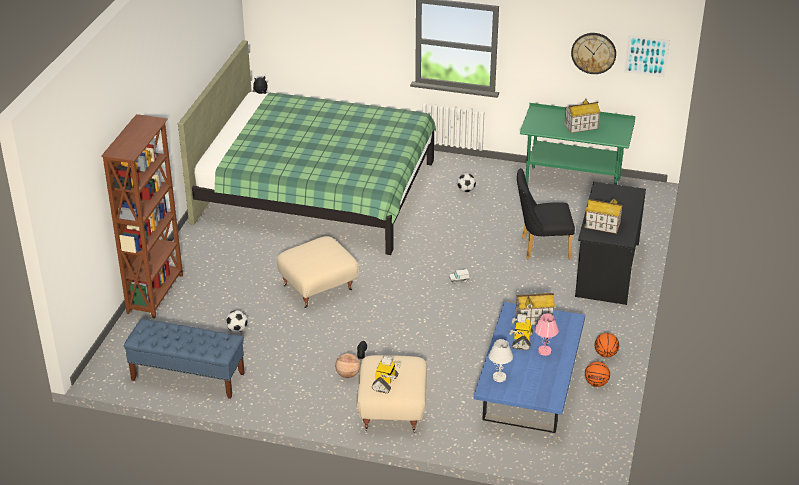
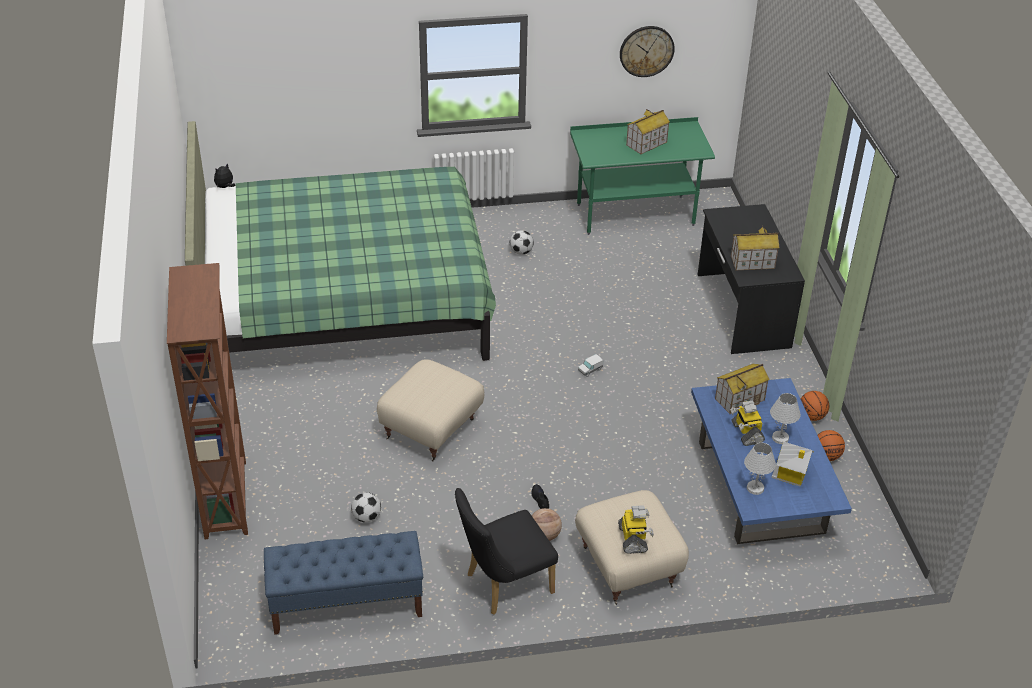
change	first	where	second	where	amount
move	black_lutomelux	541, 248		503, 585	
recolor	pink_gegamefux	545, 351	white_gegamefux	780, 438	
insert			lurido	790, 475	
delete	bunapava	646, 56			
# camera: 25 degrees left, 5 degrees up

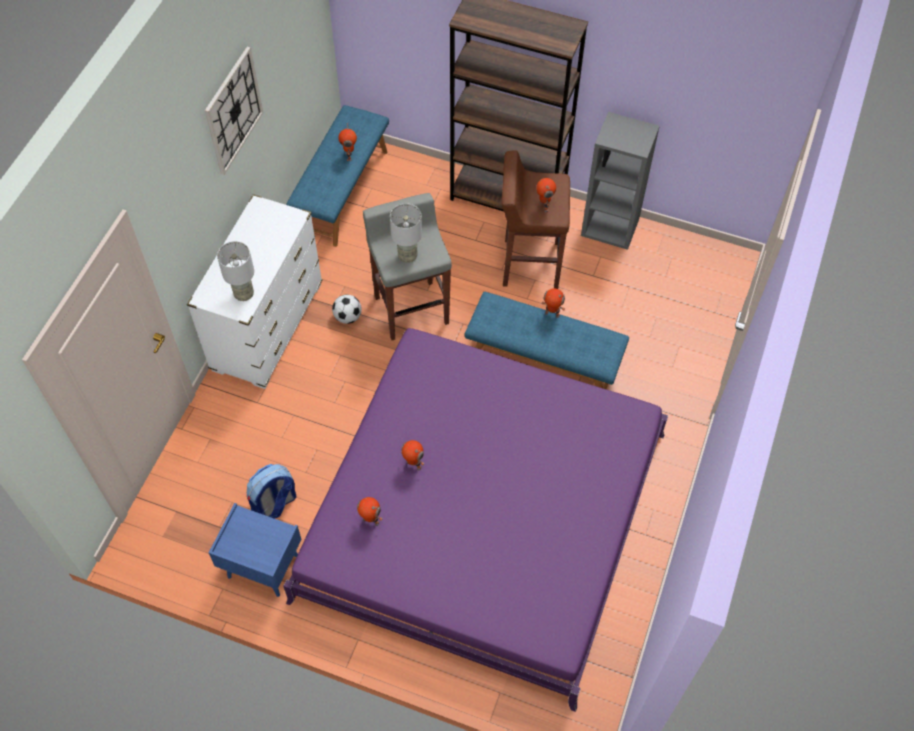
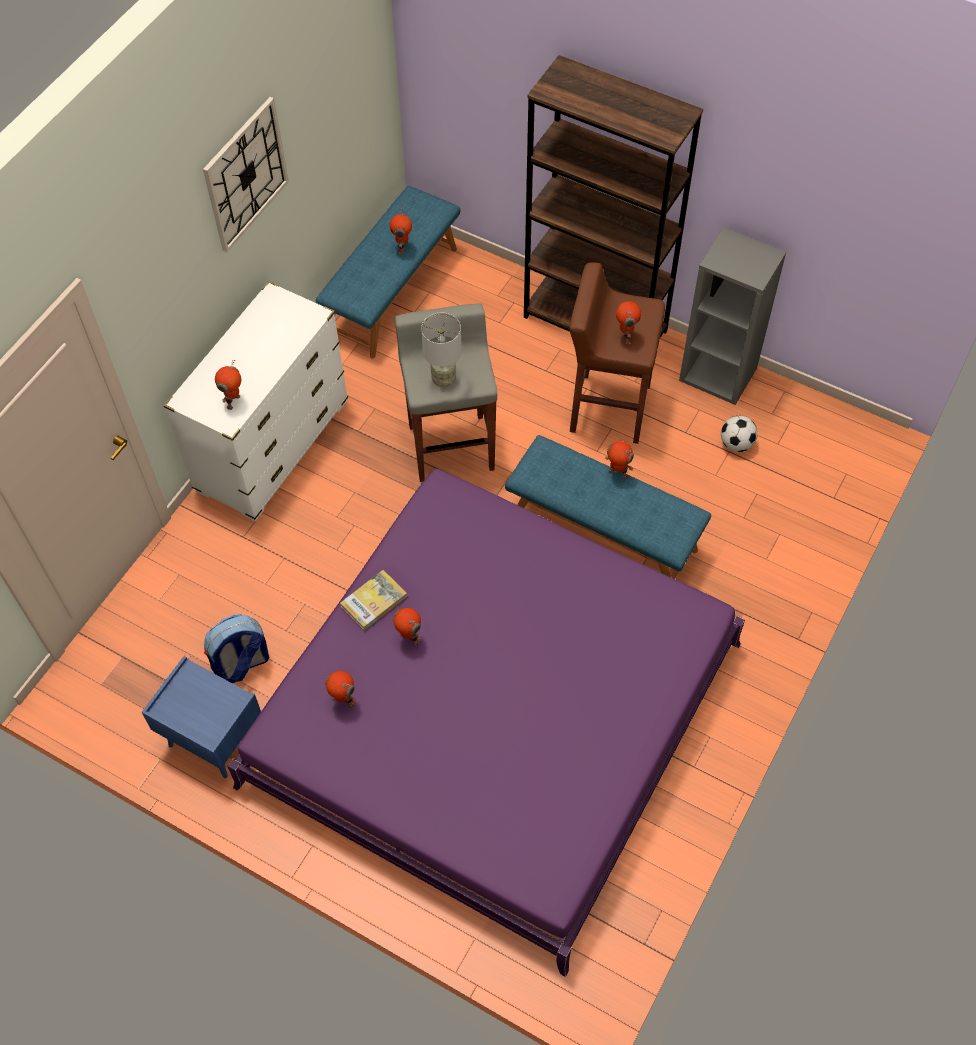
change	first	where	second	where	amount
replace	grey_gegamefux	244, 294	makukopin	234, 402	
insert			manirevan	374, 601	
move	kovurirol	348, 317		736, 444	
# camera: 10 degrees right, 0 degrees up

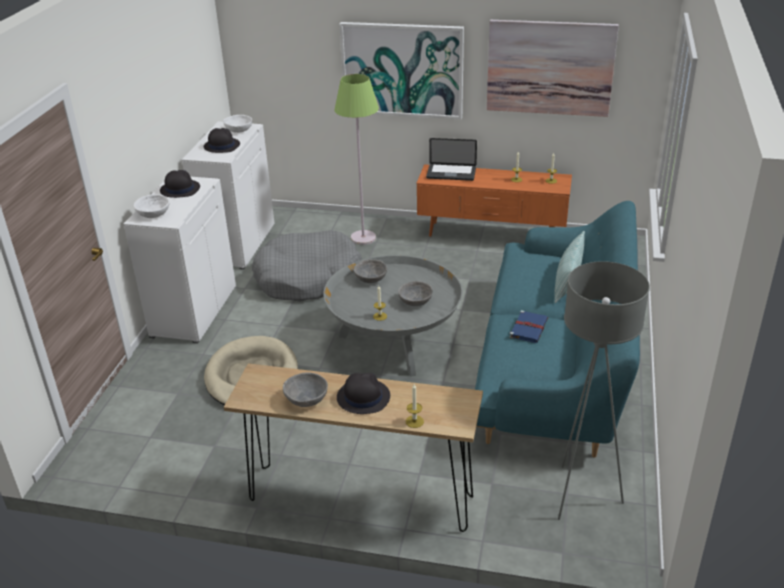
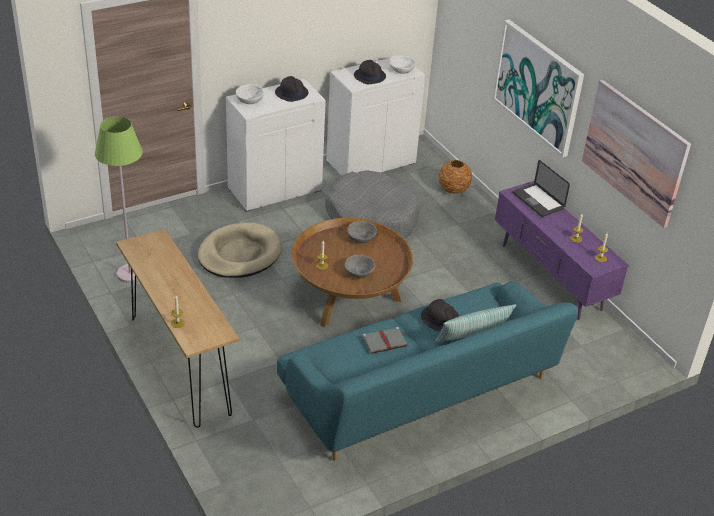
change	first	where	second	where	amount
move	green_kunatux	363, 238		130, 274	
recolor	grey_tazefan	394, 342	brown_tazefan	349, 297	
recolor	blue_manirevan	529, 328	grey_manirevan	385, 342	
move	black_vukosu	363, 397		440, 317	
insert			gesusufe	453, 189	
recolor	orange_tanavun	492, 235	purple_tanavun	550, 277	
delete	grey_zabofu	306, 399			
delete	grey_kunatux	581, 495			
# camera: 45 degrees right, 5 degrees up

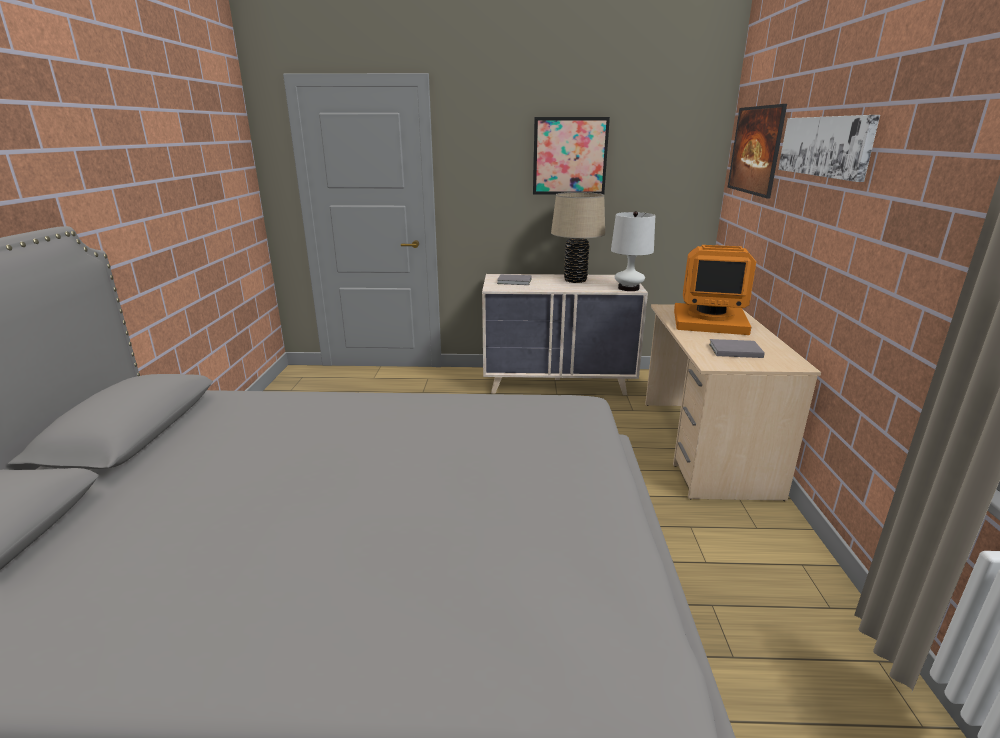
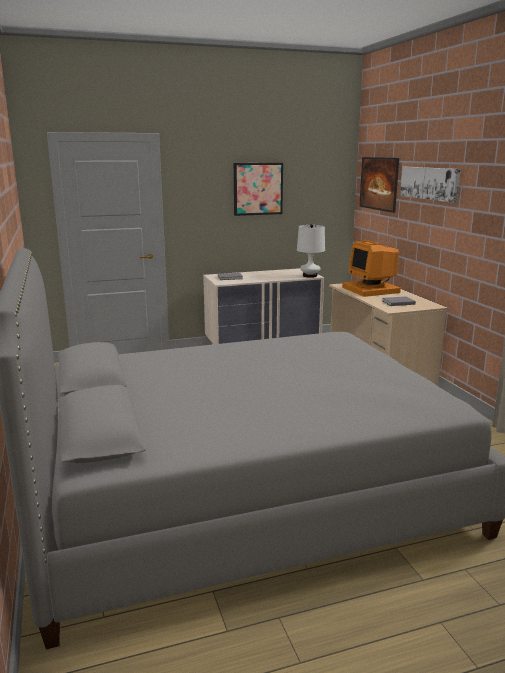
change	first	where	second	where	amount
rotate	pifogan	709, 321		371, 290	75 degrees clockwise
delete	beige_gegamefux	575, 280			
# camera: 20 degrees left, 5 degrees down

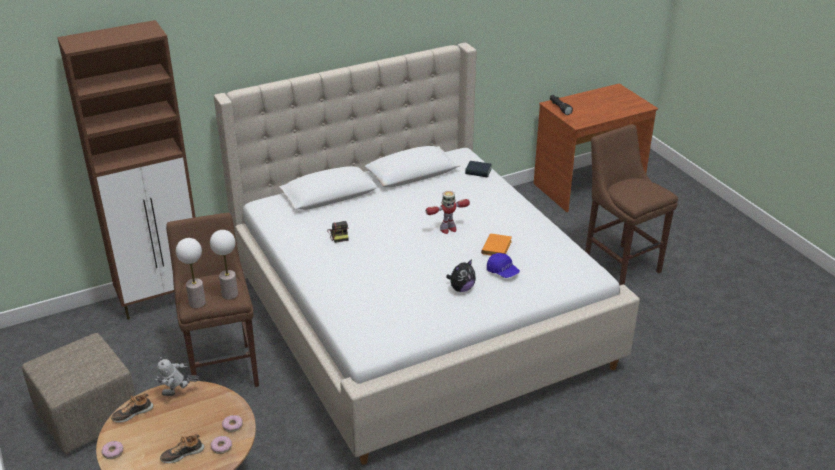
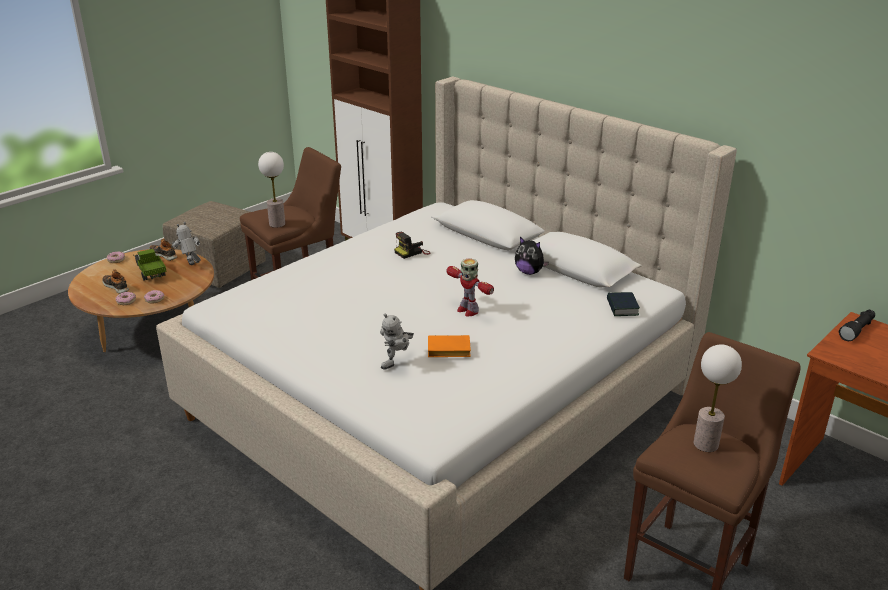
change	first	where	second	where	amount
insert			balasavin	150, 272	
replace	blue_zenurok	502, 272	makukopin	398, 363	
move	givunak	461, 288		529, 272	
move	gegamefux	197, 303		706, 444	
# camera: 70 degrees right, 5 degrees down

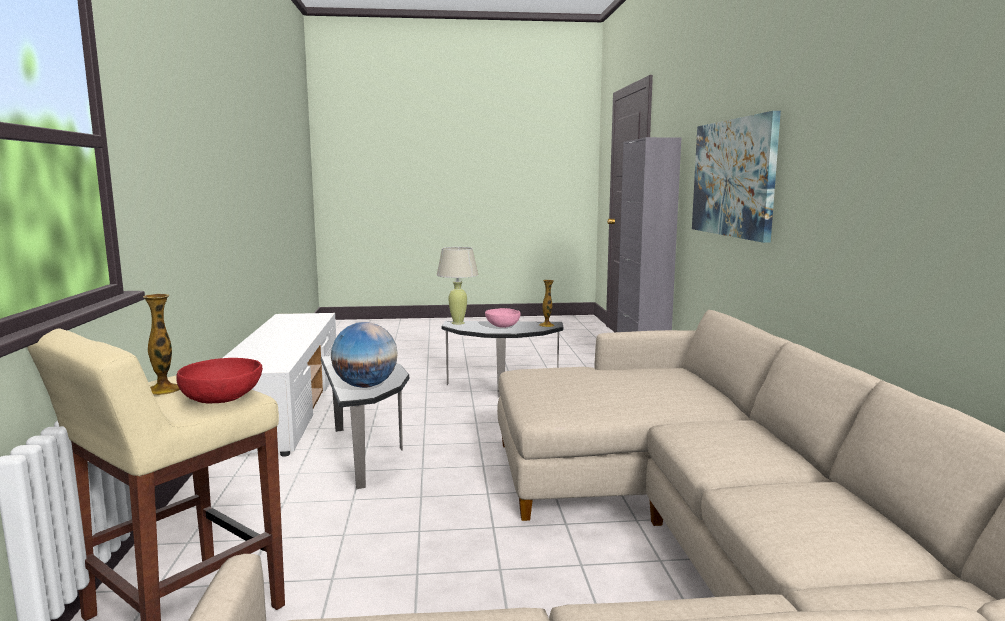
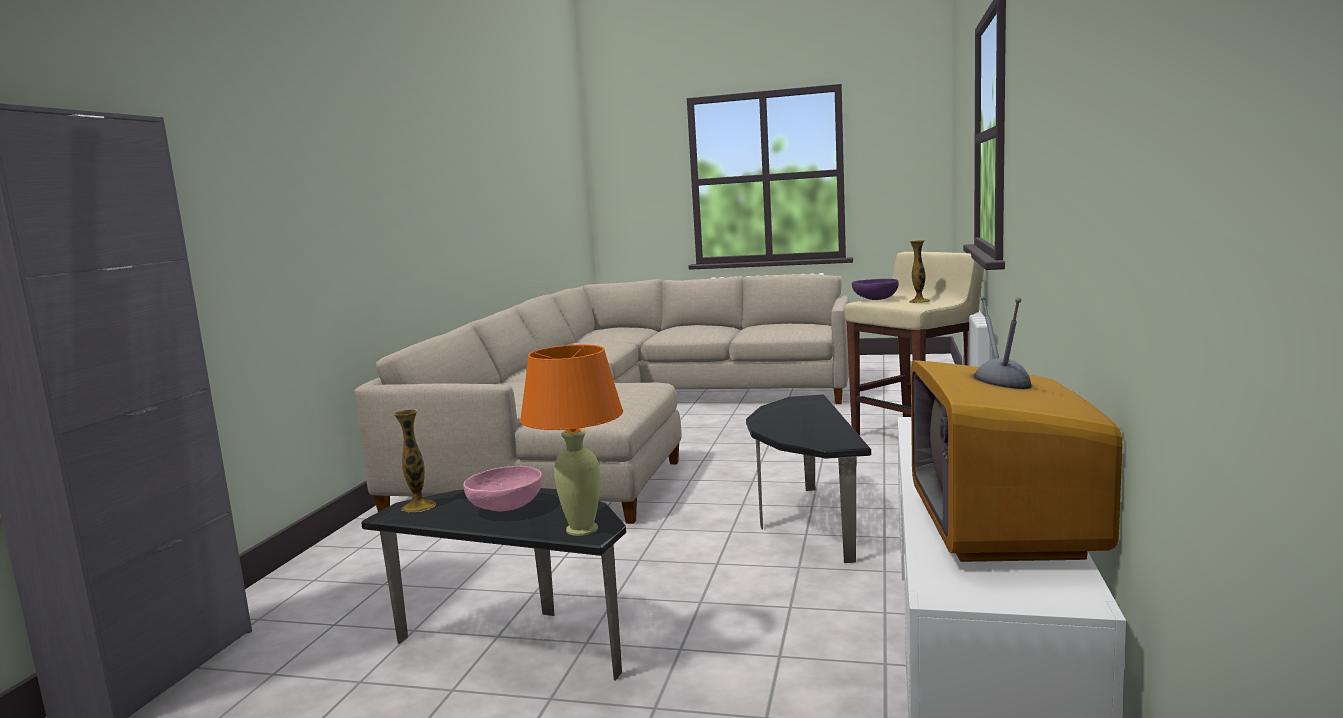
change	first	where	second	where	amount
recolor	beige_gegamefux	458, 323	orange_gegamefux	582, 529	
recolor	red_zabofu	223, 399	purple_zabofu	875, 300	
insert			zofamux	1001, 528	
delete	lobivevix	365, 386			
delete	bunapava	733, 178			
# camera: 160 degrees left, 0 degrees up

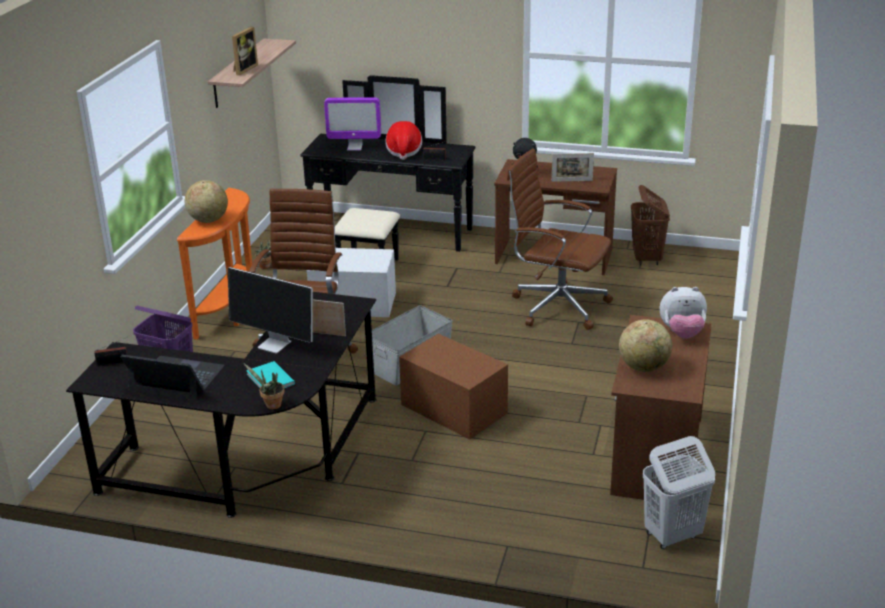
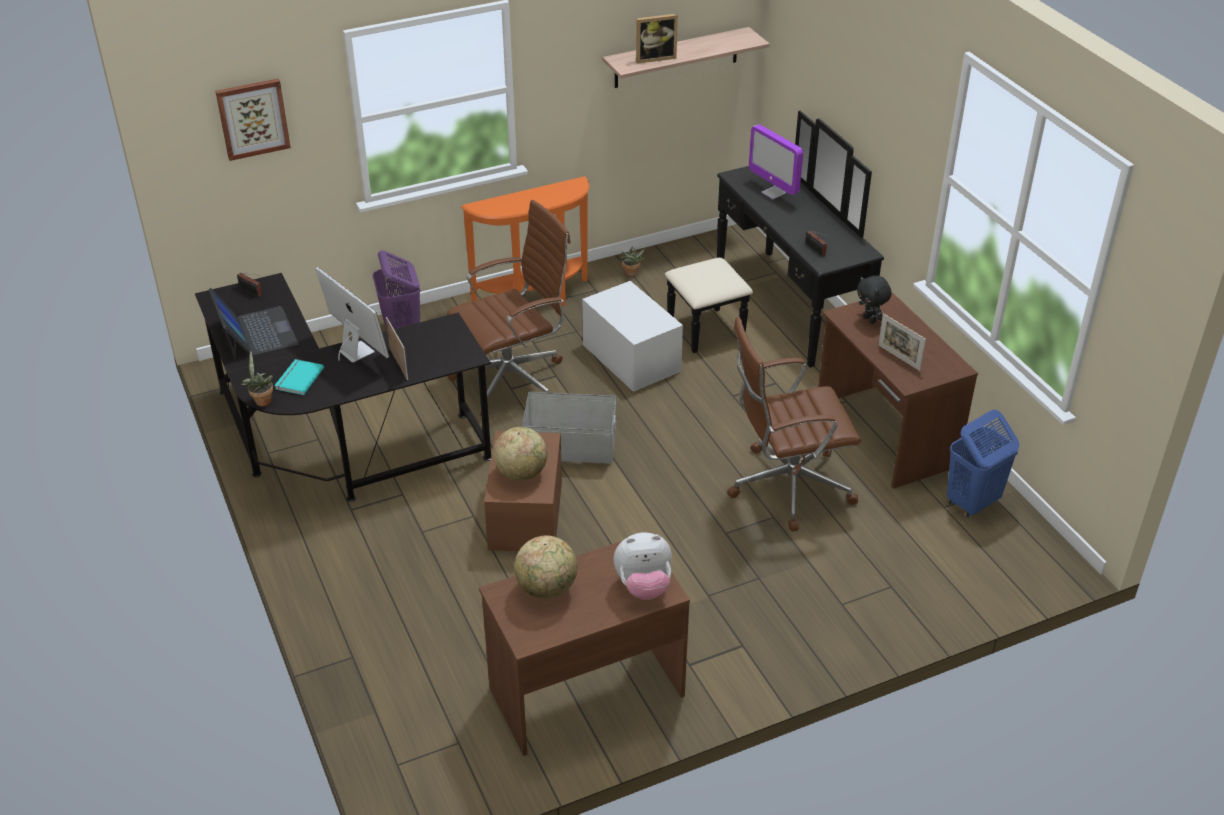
change	first	where	second	where	amount
insert			bunapava	253, 118	
rotate	pifogan	275, 344		355, 351	150 degrees clockwise
move	lobivevix	208, 220		521, 473	
rotate	givunak	682, 333		643, 587	60 degrees counterclockwise
rotate	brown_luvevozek	557, 306		786, 486	90 degrees counterclockwise
recolor	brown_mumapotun	647, 259	blue_mumapotun	972, 502	
delete	vukosu	404, 151			
delete	white_mumapotun	672, 535			
# camera: 50 degrees right, 10 degrees up

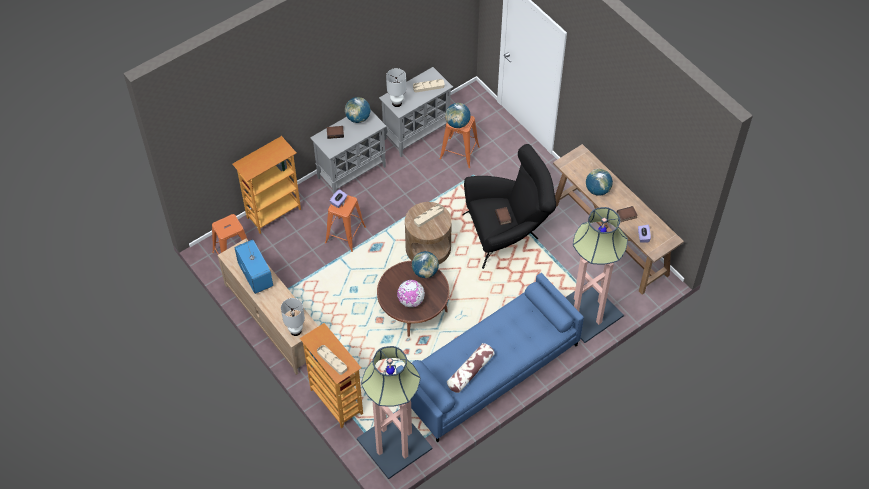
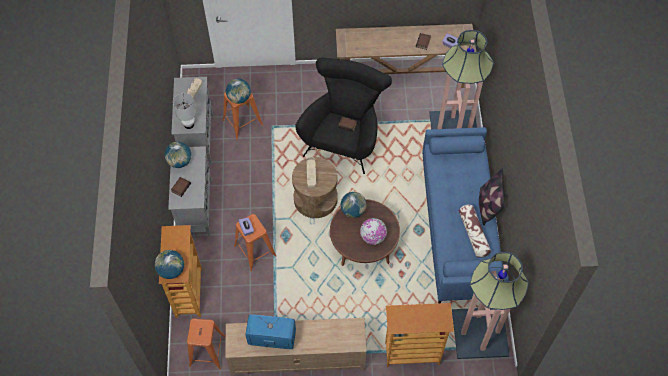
change	first	where	second	where	amount
move	lobivevix	597, 190		171, 270	
insert			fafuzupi	488, 206	
delete	white_gegamefux	295, 331			
delete	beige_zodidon	332, 360			
# camera: 55 degrees left, 5 degrees up

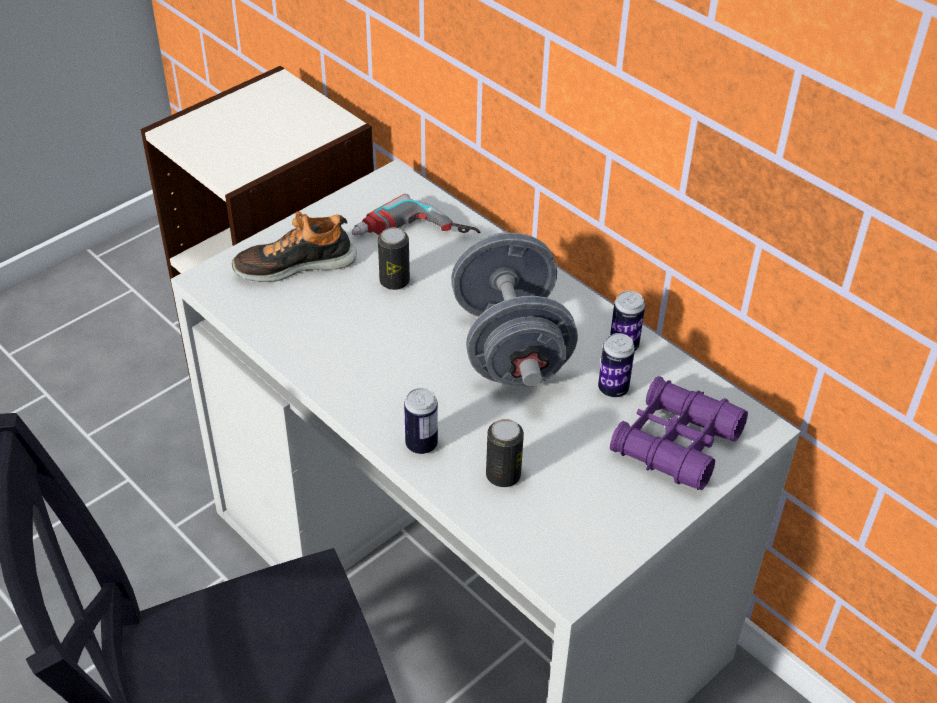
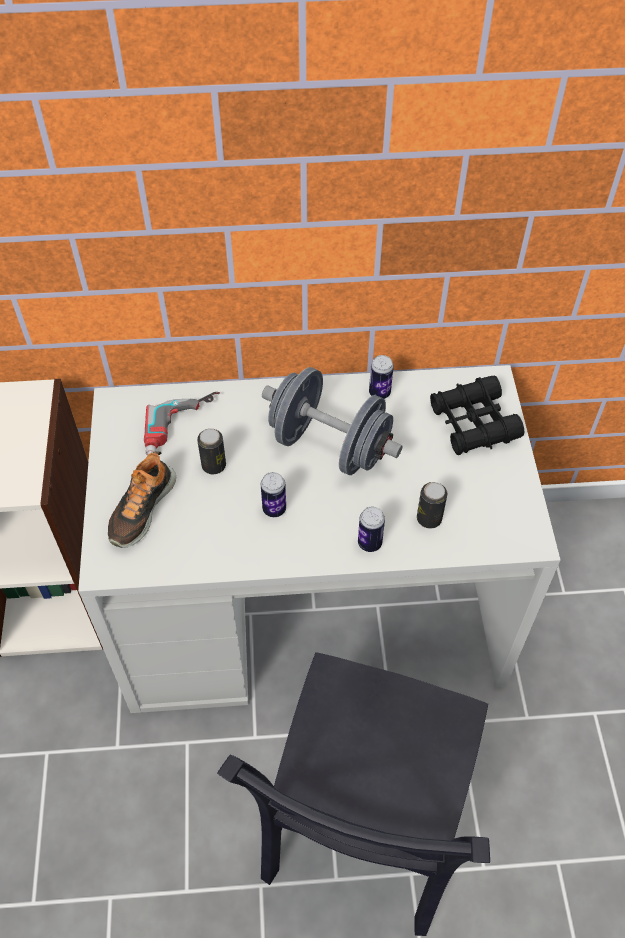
change	first	where	second	where	amount
move	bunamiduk	613, 389		274, 509	
recolor	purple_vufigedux	675, 443	black_vufigedux	473, 423	
# camera: 50 degrees left, 10 degrees up

